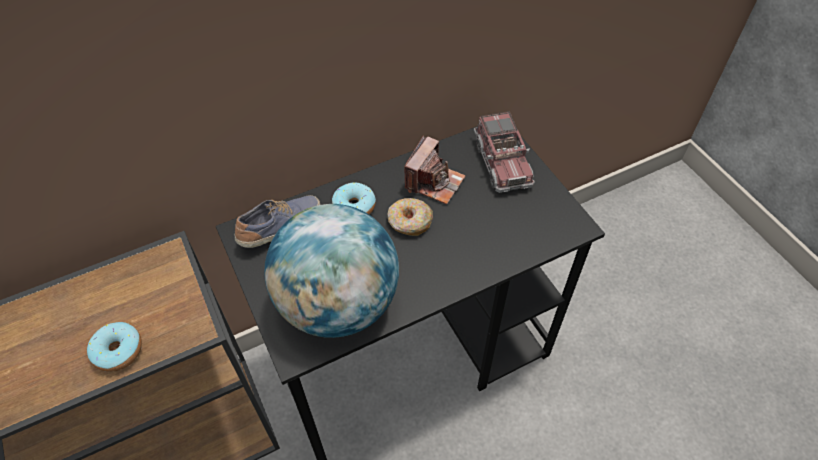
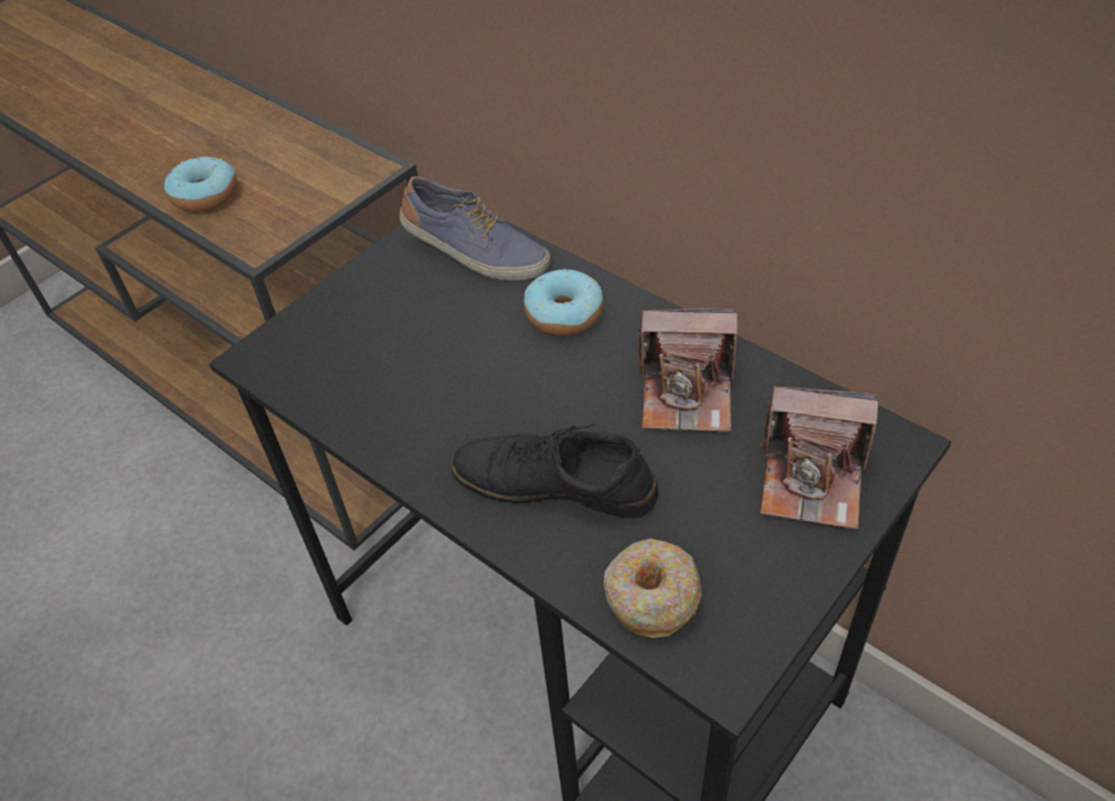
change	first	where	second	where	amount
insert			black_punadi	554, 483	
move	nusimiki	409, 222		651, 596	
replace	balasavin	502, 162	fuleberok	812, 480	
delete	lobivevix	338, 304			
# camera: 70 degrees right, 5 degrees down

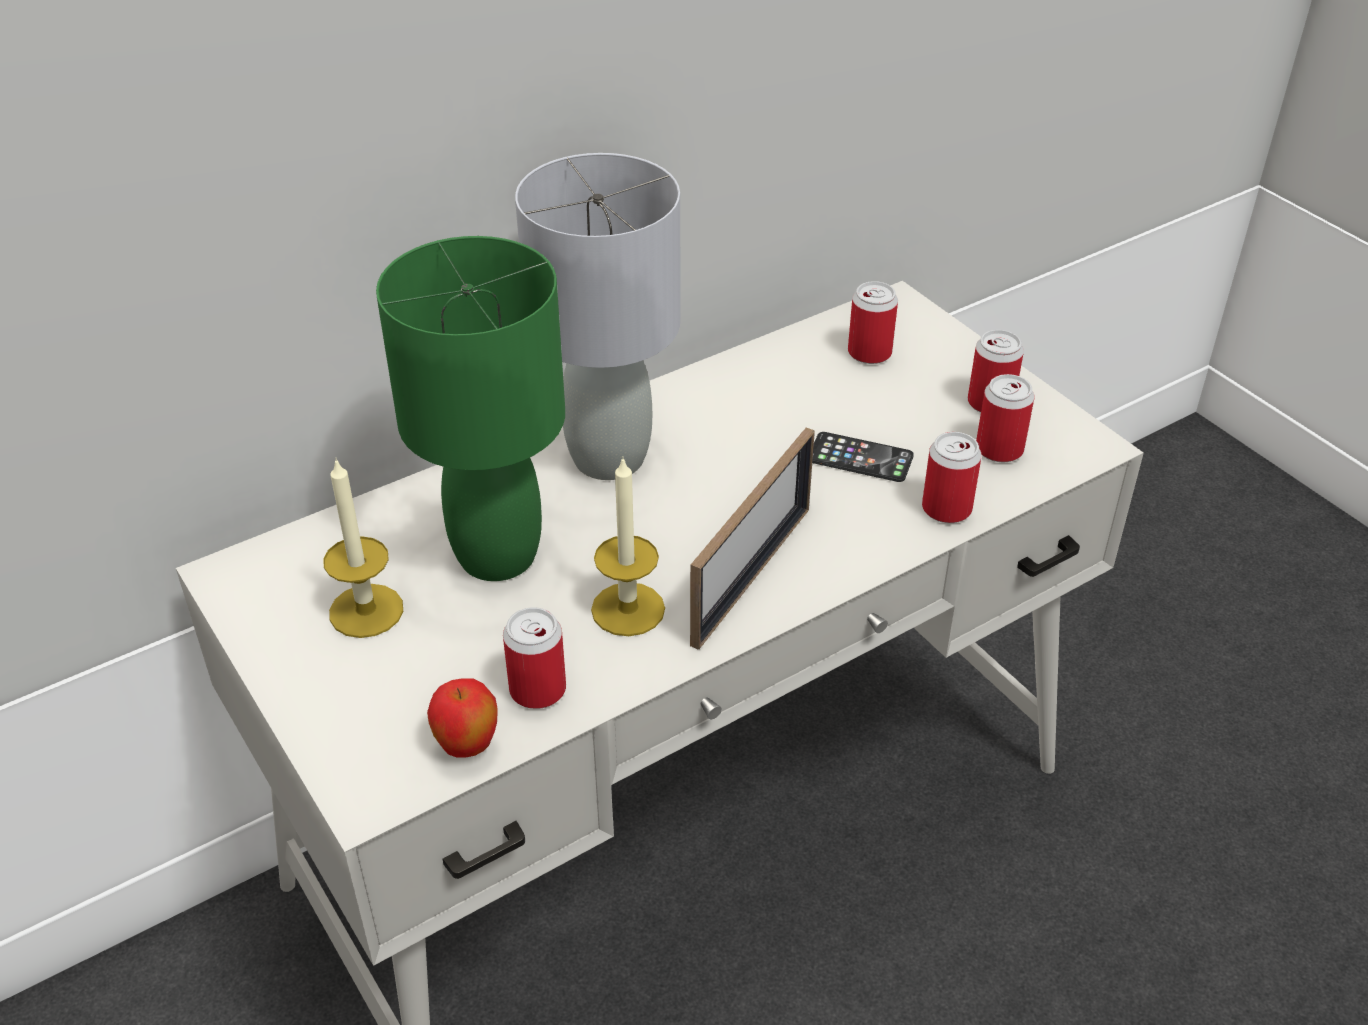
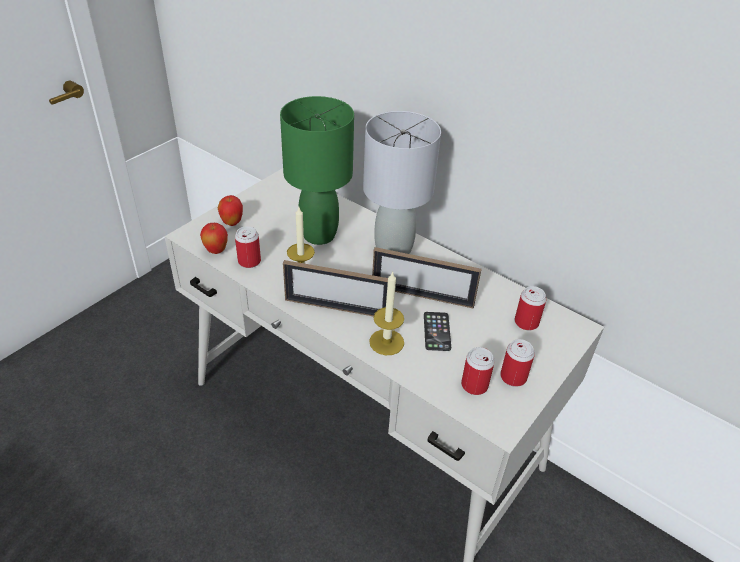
change	first	where	second	where	amount
insert			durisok	232, 223	
move	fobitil	366, 611		386, 342	
insert			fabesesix	422, 296	
delete	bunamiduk	946, 508			
# camera: 70 degrees right, 0 degrees up

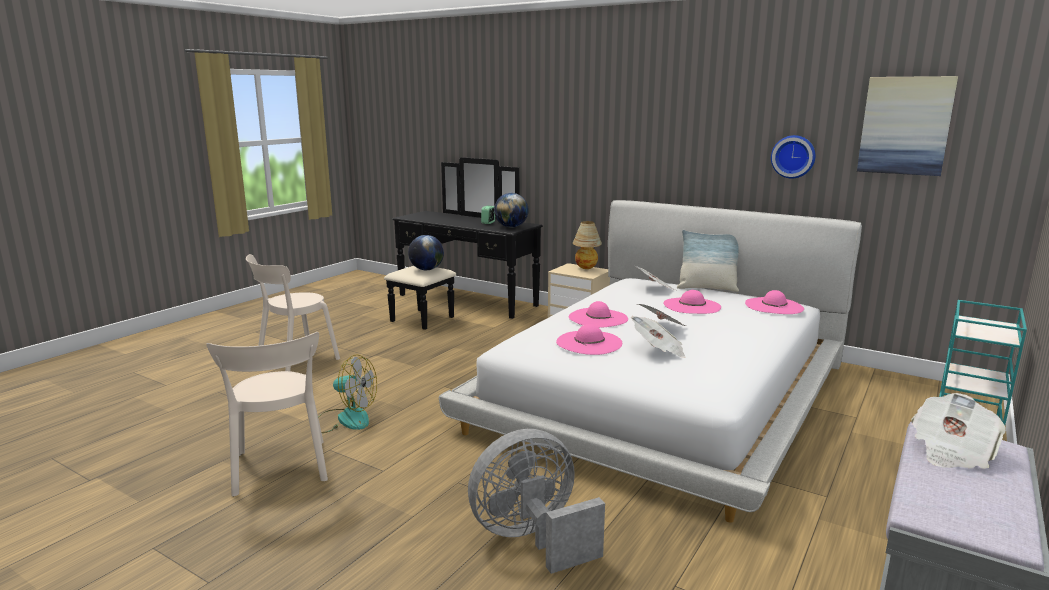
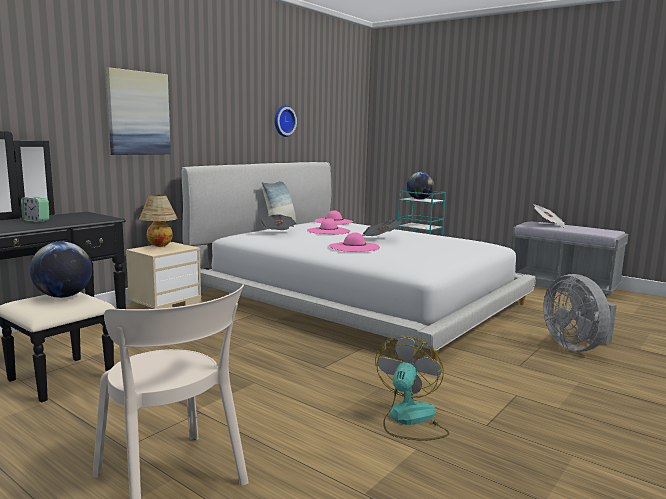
change	first	where	second	where	amount
move	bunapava	905, 125		138, 113	
move	lobivevix	511, 227		419, 199	
delete	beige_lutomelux	280, 470			
delete	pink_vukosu	589, 342			
delete	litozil	658, 351			
# camera: 85 degrees left, 5 degrees down

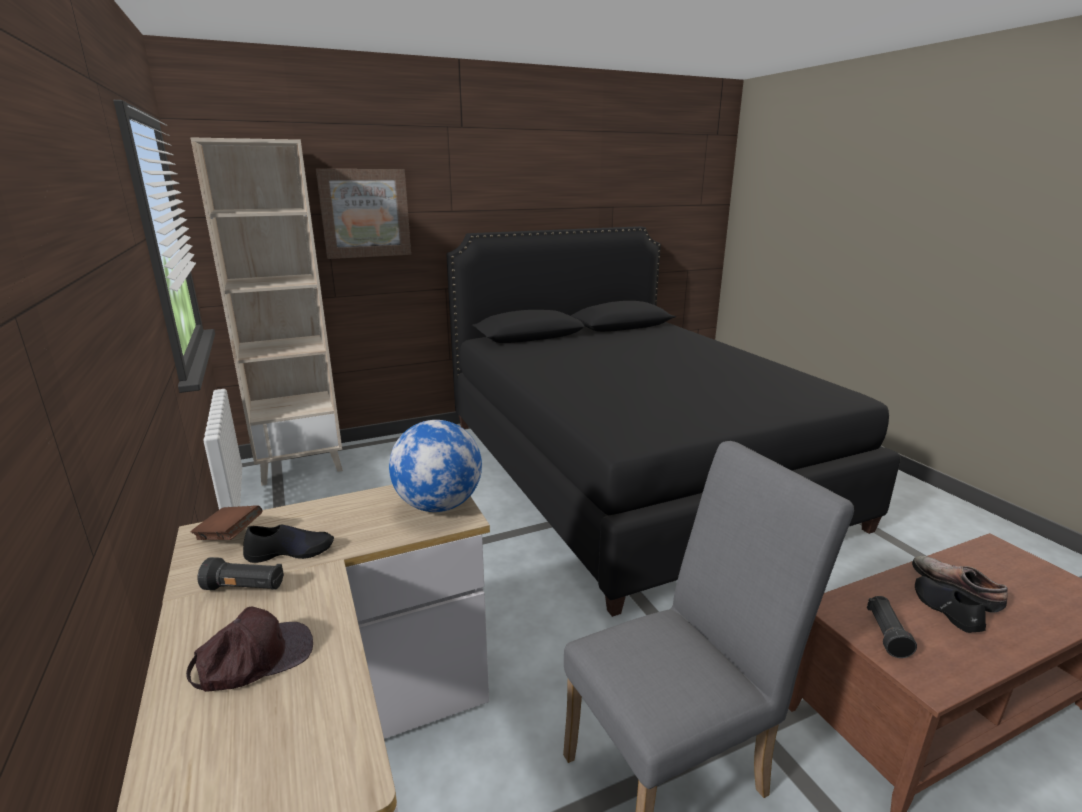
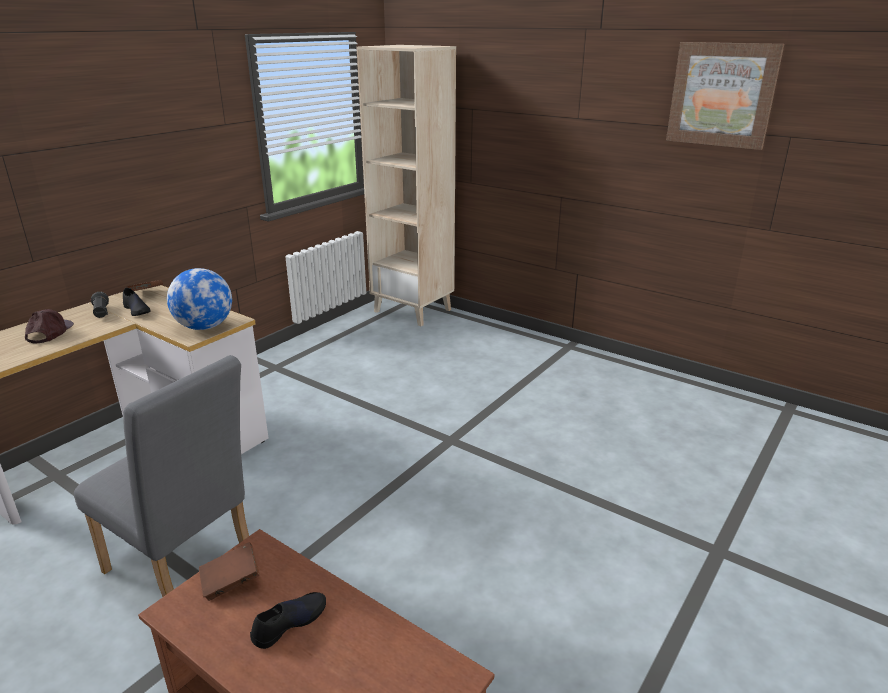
change	first	where	second	where	amount
rotate	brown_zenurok	253, 657		48, 332	120 degrees counterclockwise
replace	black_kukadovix	886, 634	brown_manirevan	231, 582	
move	bunapava	365, 213		722, 95	
delete	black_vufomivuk	631, 470			
delete	punadi	957, 587			
# camera: 60 degrees right, 5 degrees up

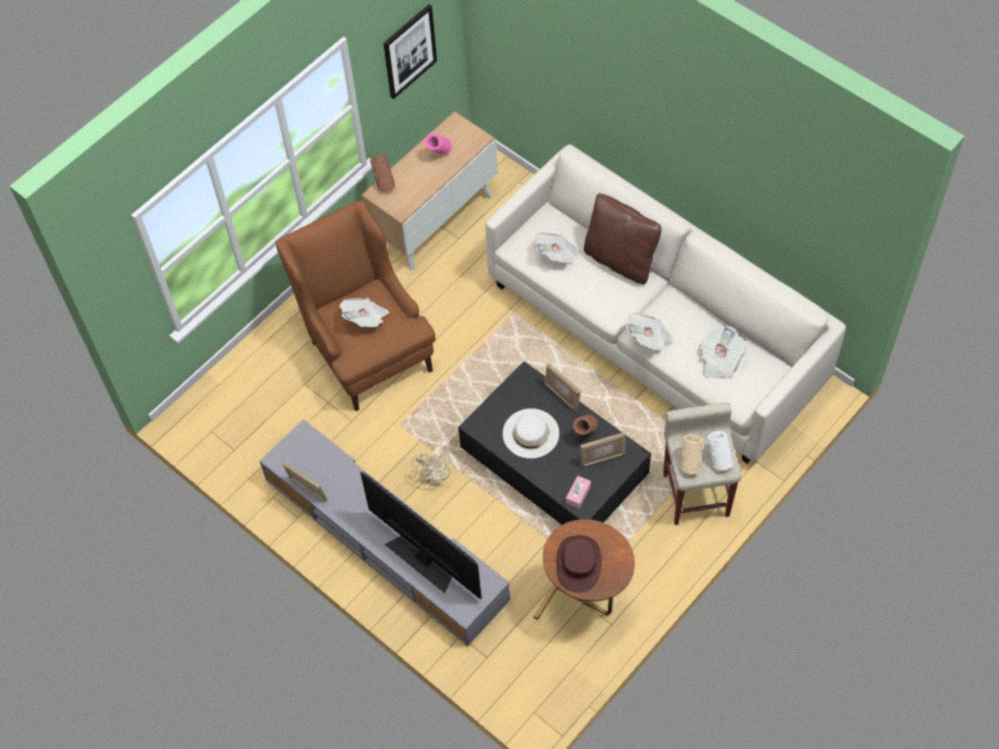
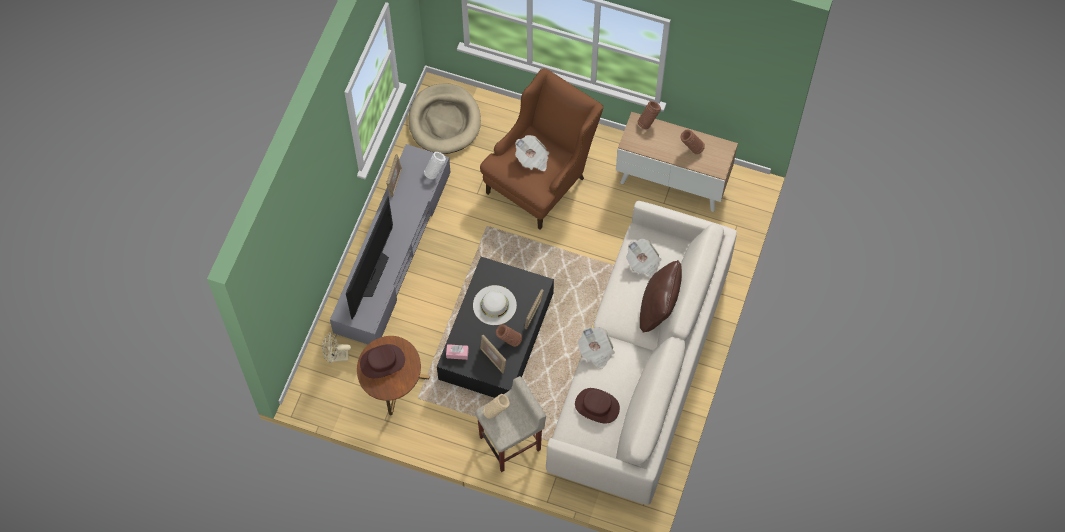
change	first	where	second	where	amount
move	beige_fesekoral	434, 477		336, 357	
insert			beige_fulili	444, 121	
move	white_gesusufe	718, 460		435, 172	
replace	litozil	719, 360	brown_vukosu	597, 406	
recolor	pink_gesusufe	439, 155	brown_gesusufe	691, 148	
delete	bunapava	409, 51			
# camera: 65 degrees right, 5 degrees up

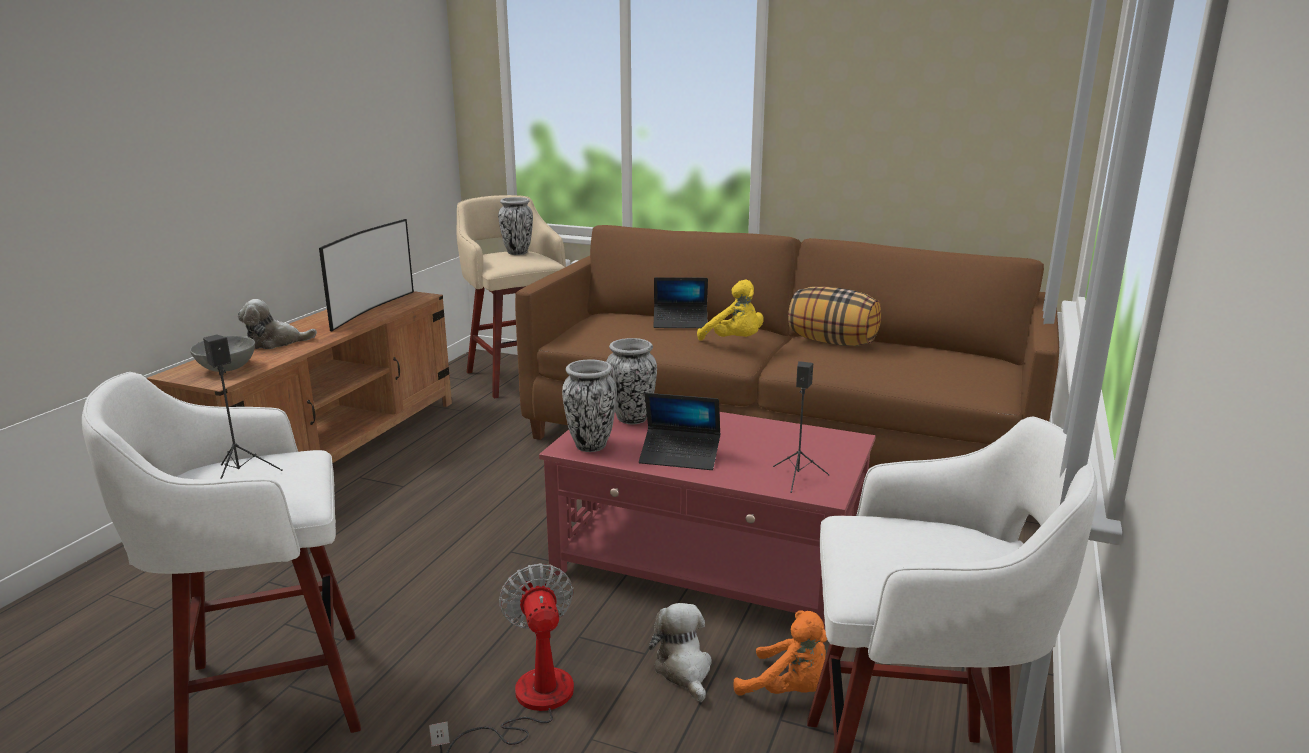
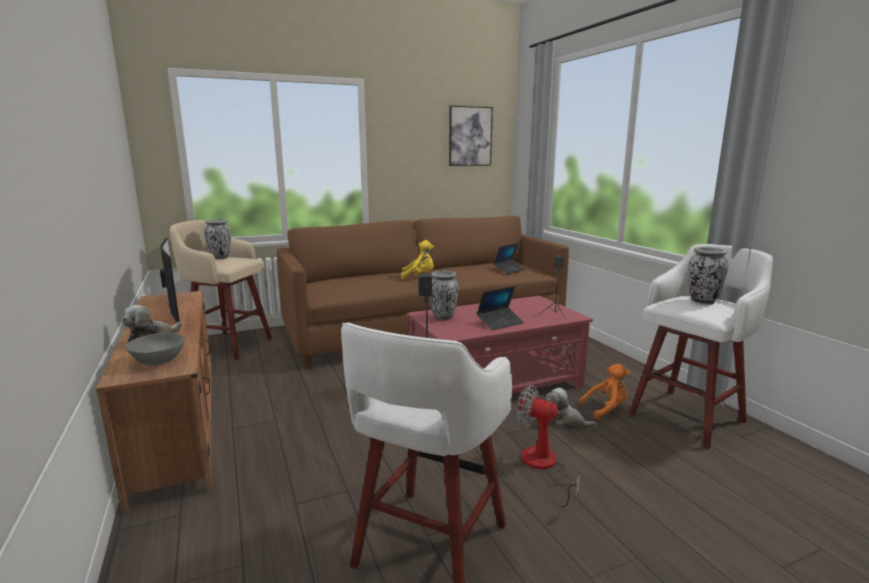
change	first	where	second	where	amount
insert			bunapava	470, 136	
move	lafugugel	680, 323		509, 270	
move	gesusufe	590, 445		702, 301	
delete	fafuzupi	833, 342			
# camera: 45 degrees left, 5 degrees down

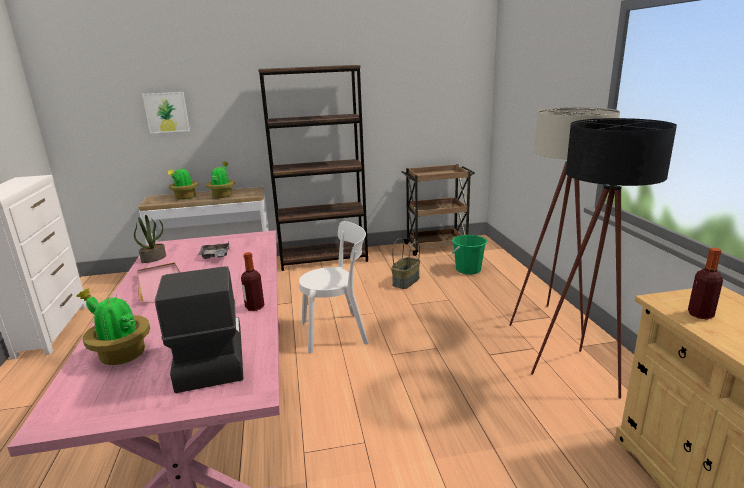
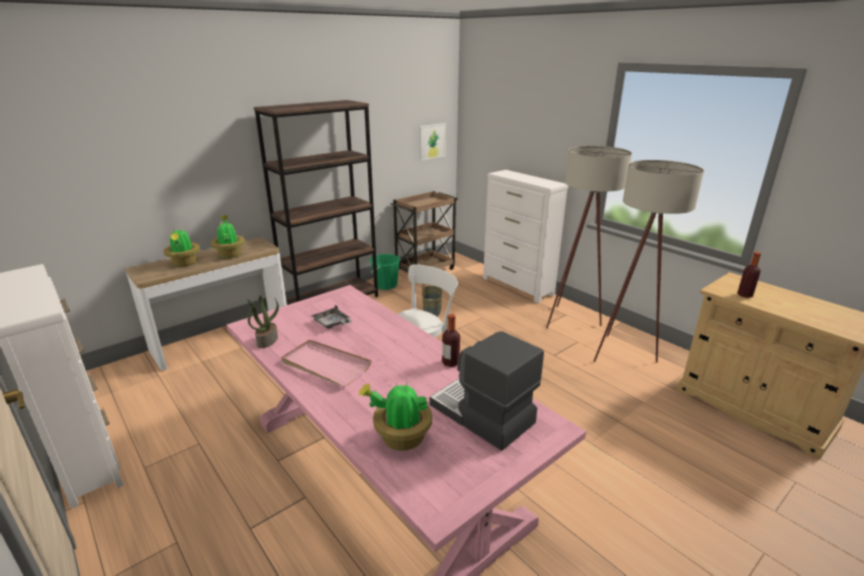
change	first	where	second	where	amount
move	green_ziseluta	468, 270		385, 285	
move	bunapava	166, 112		432, 141	
insert			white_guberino	518, 287	
recolor	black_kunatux	584, 378	beige_kunatux	626, 355	
# camera: 30 degrees left, 5 degrees up

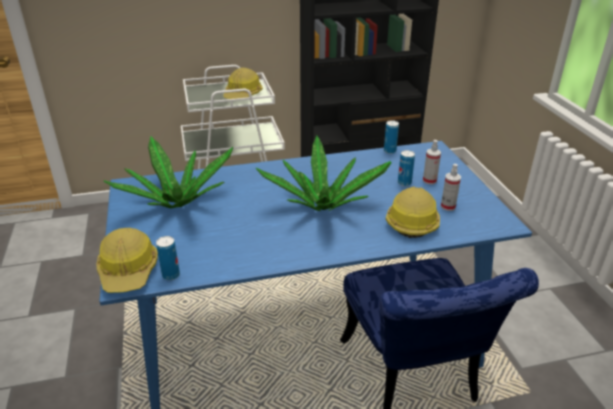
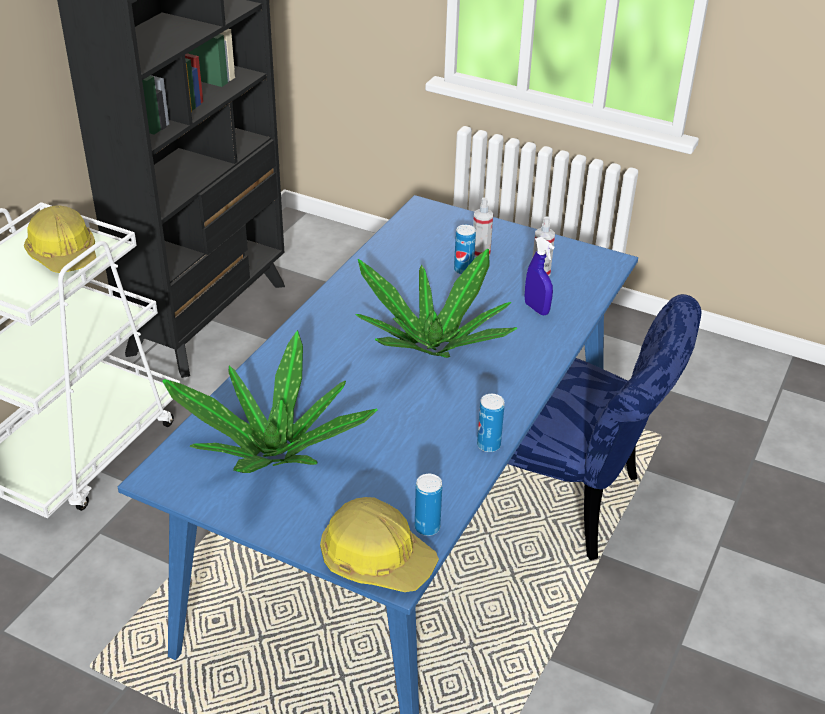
change	first	where	second	where	amount
move	bunamiduk	389, 151		488, 445	
replace	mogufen	412, 221	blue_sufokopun	536, 308	
# camera: 50 degrees left, 5 degrees up

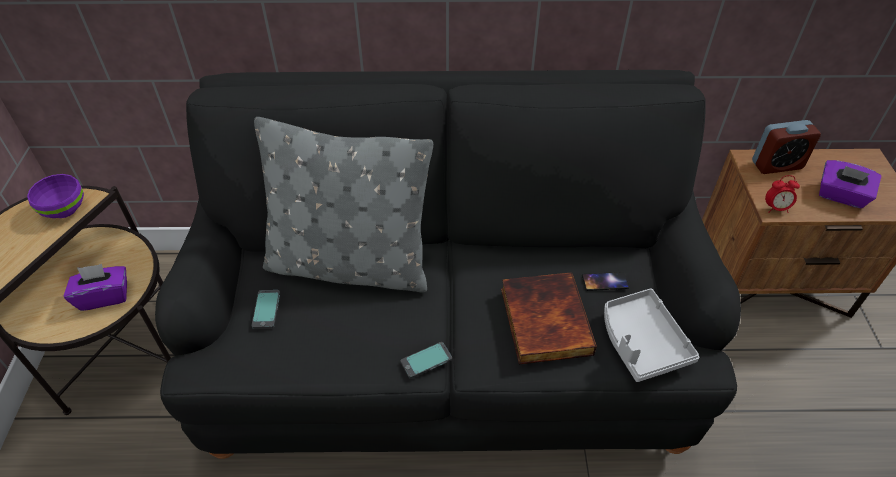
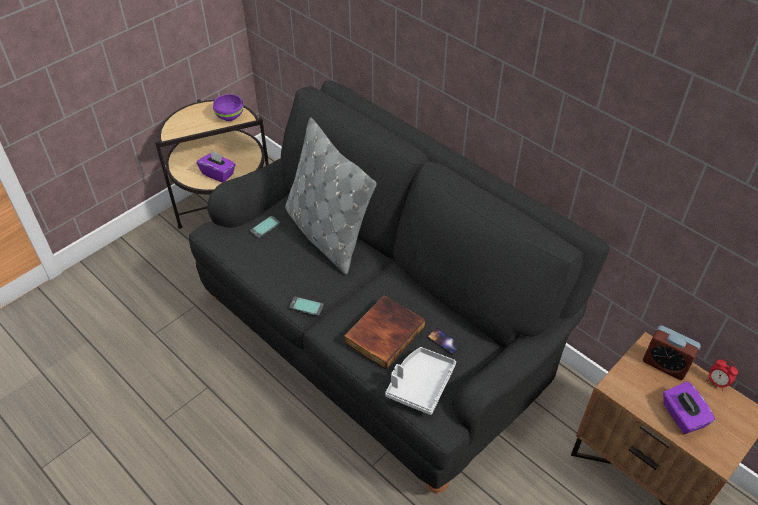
change	first	where	second	where	amount
move	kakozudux	775, 208		717, 383	
# camera: 45 degrees right, 0 degrees up

